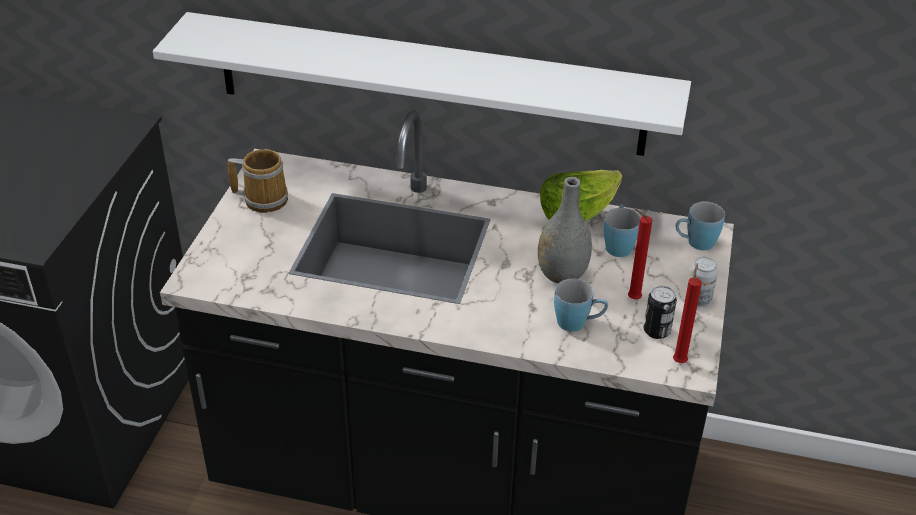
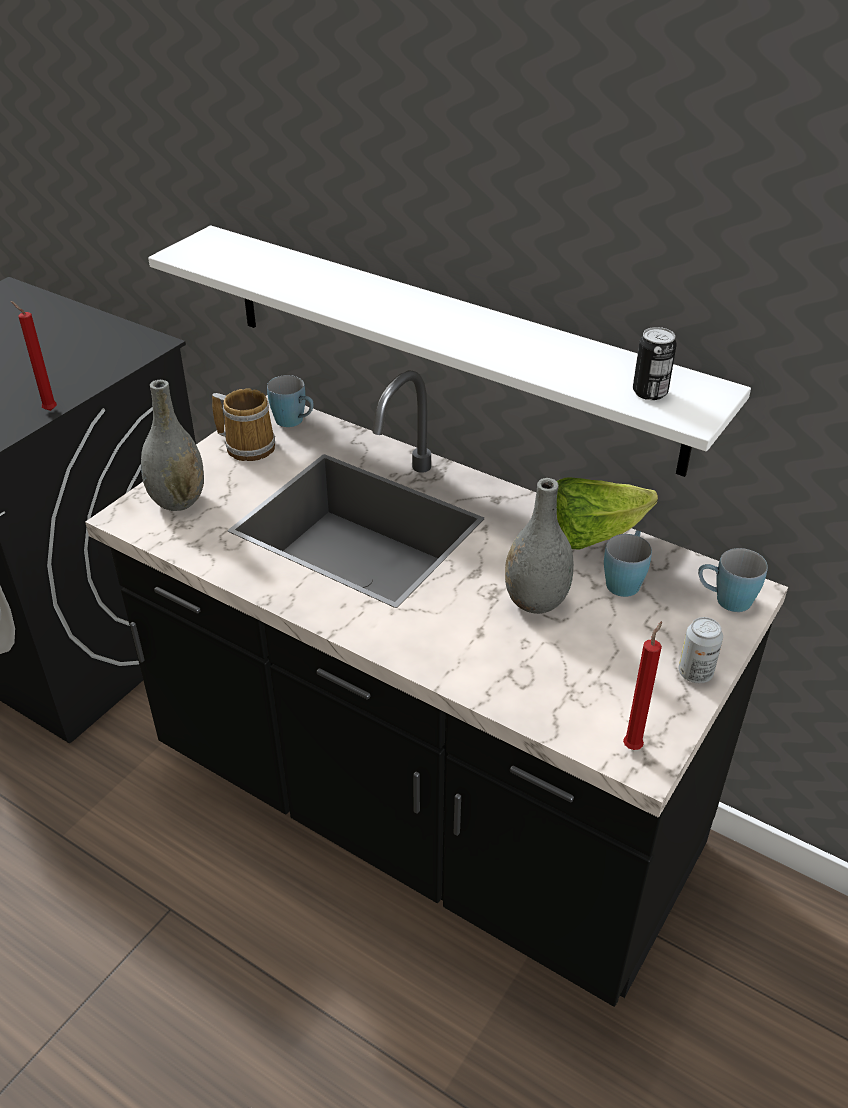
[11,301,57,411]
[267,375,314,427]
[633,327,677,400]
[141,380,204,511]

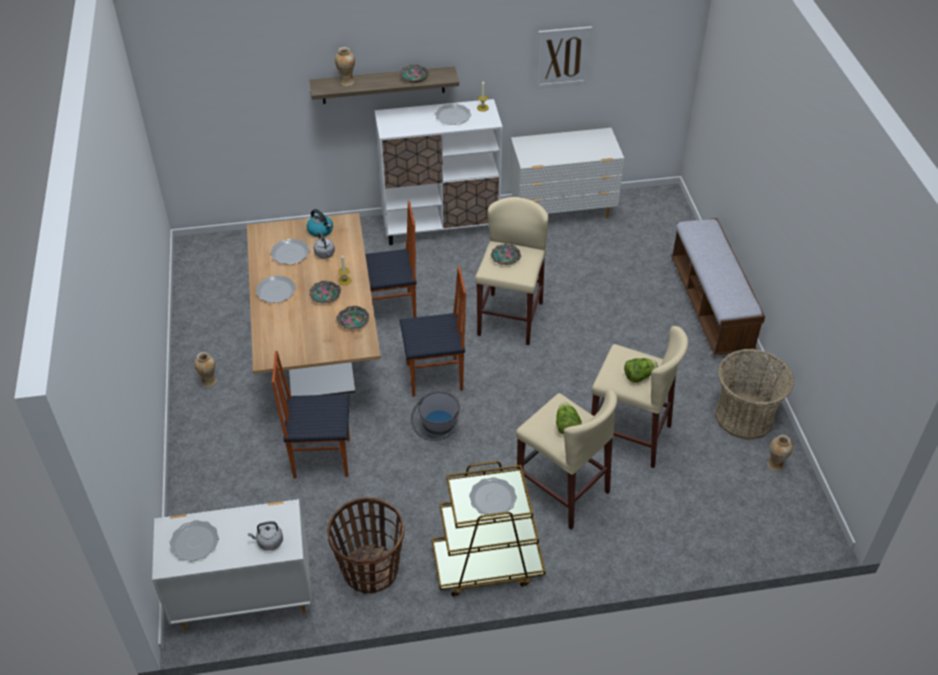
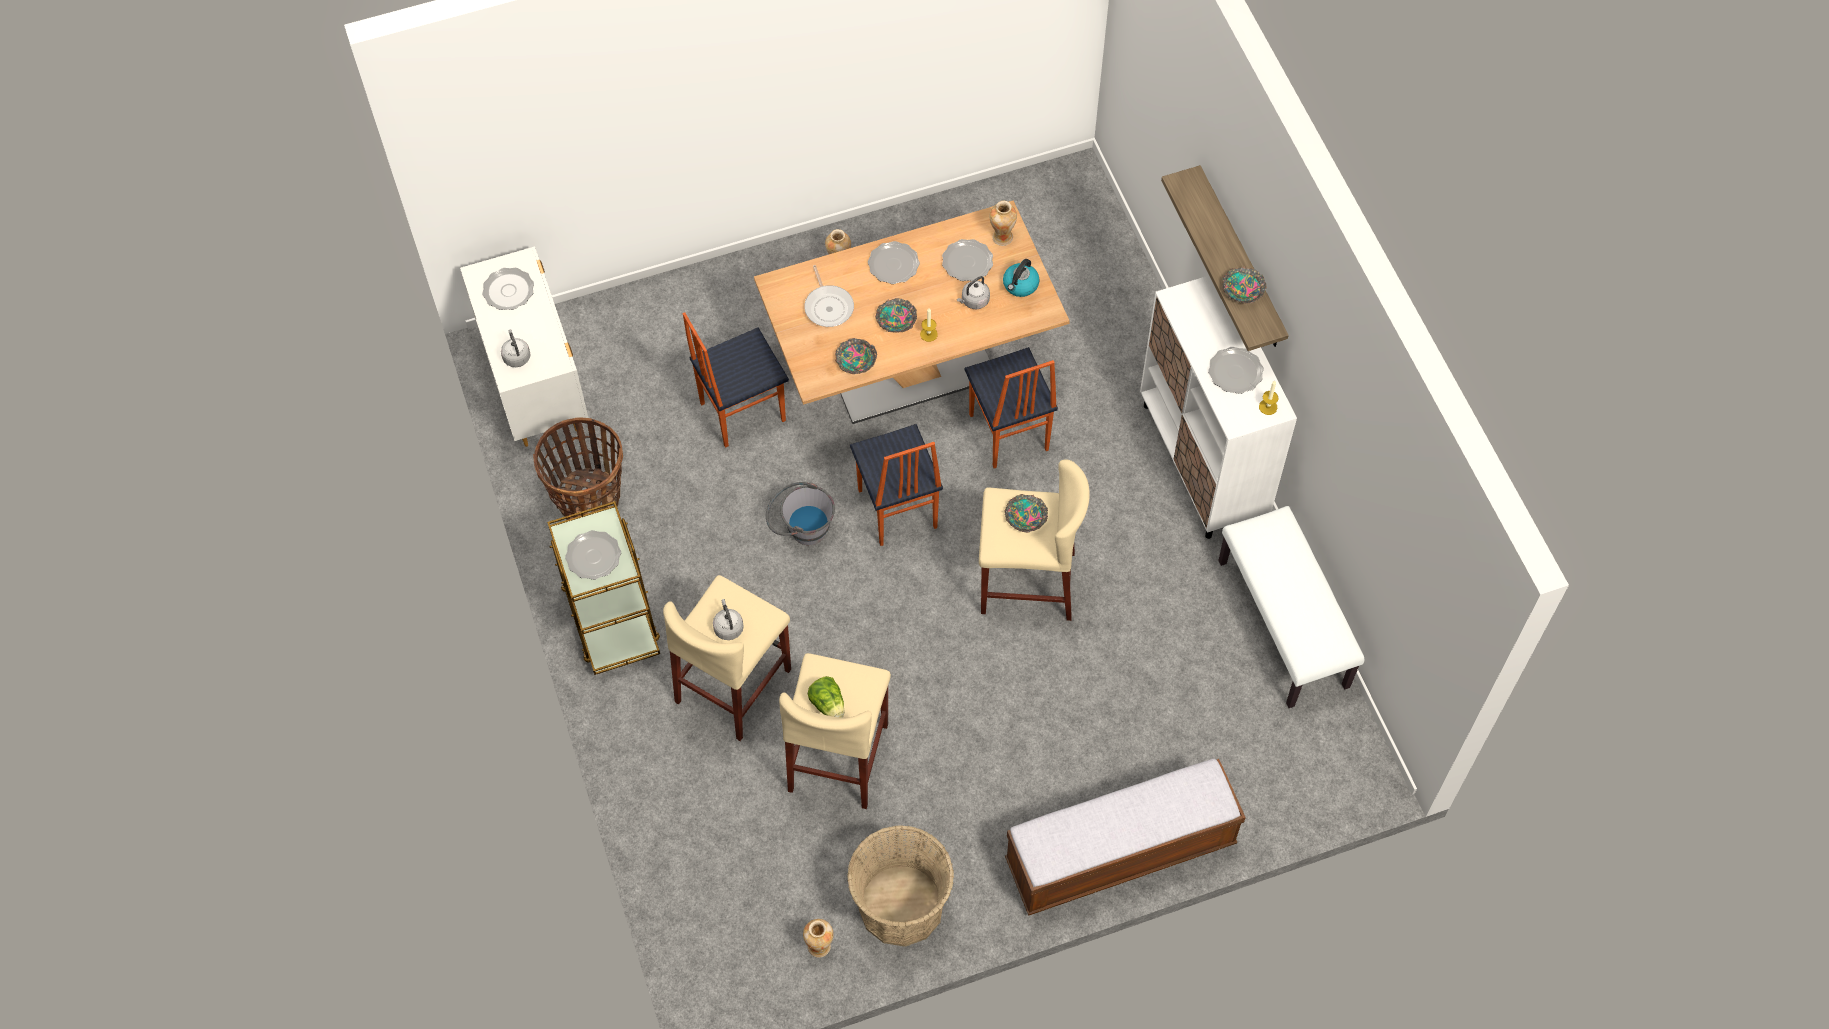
[536,26,592,89] (first image)
[990,201,1017,246]
[1218,506,1365,708]
[683,312,789,448]
[713,599,744,640]
[804,265,854,327]

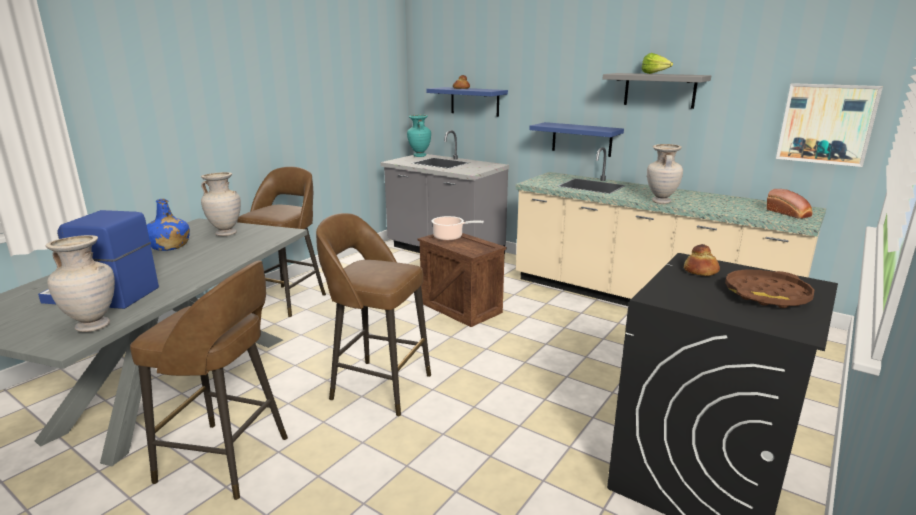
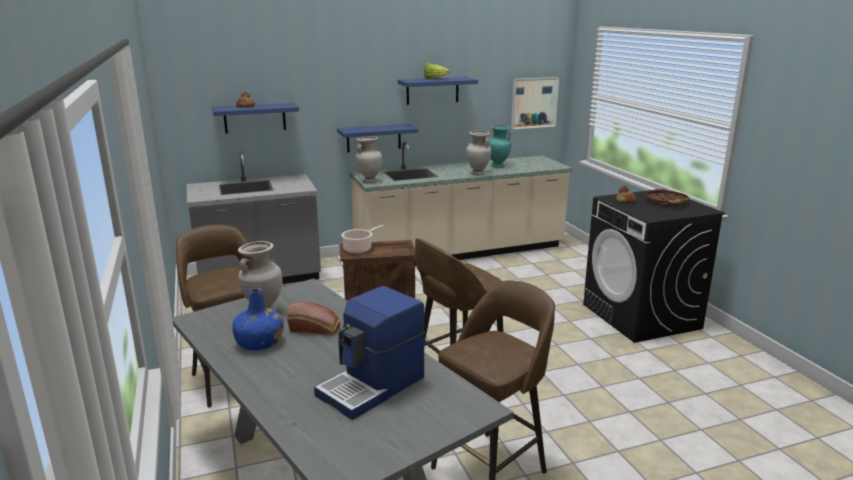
[398,77,478,105]
[489,125,511,168]
[287,302,340,335]
[356,136,382,183]

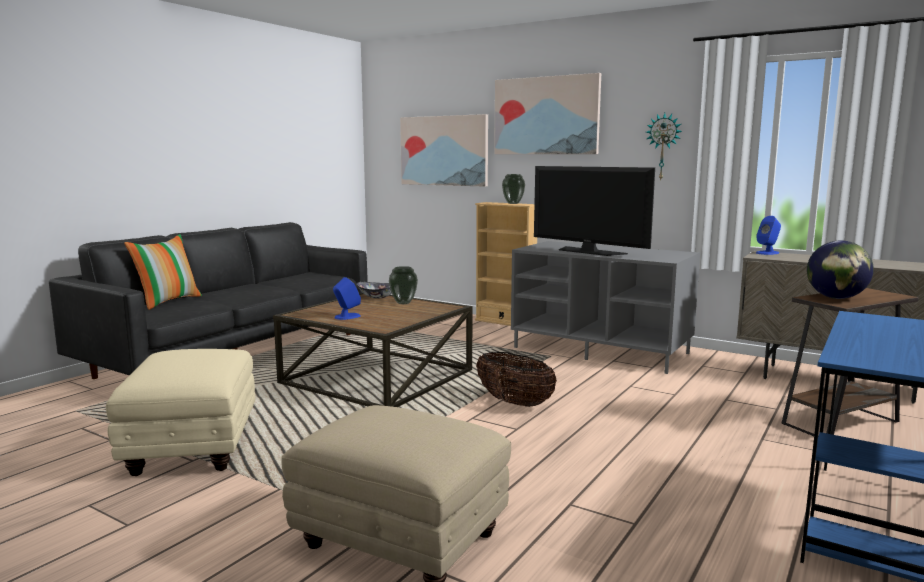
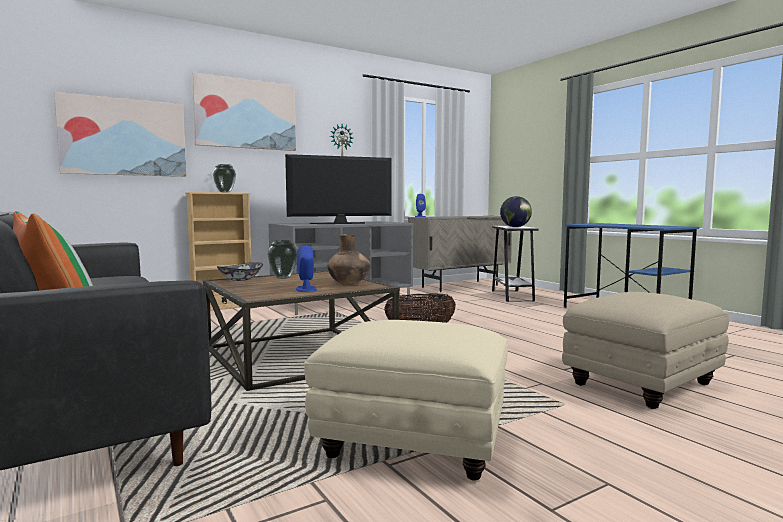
[492,226,539,302]
[327,234,370,284]

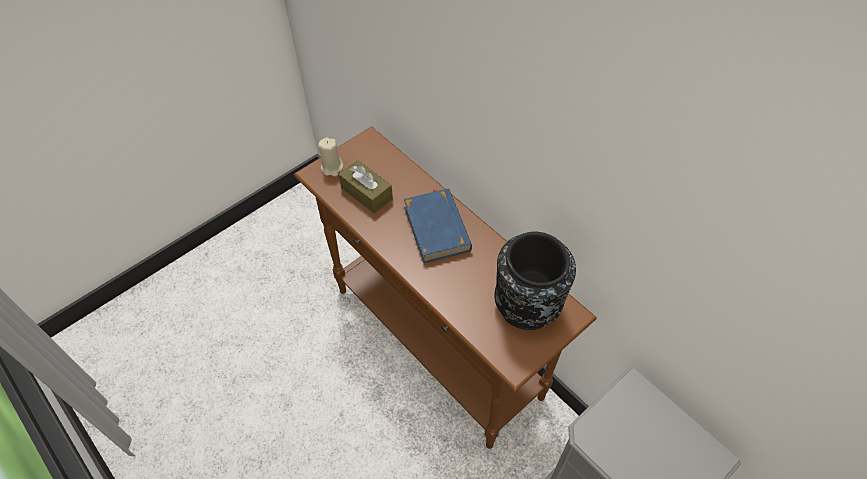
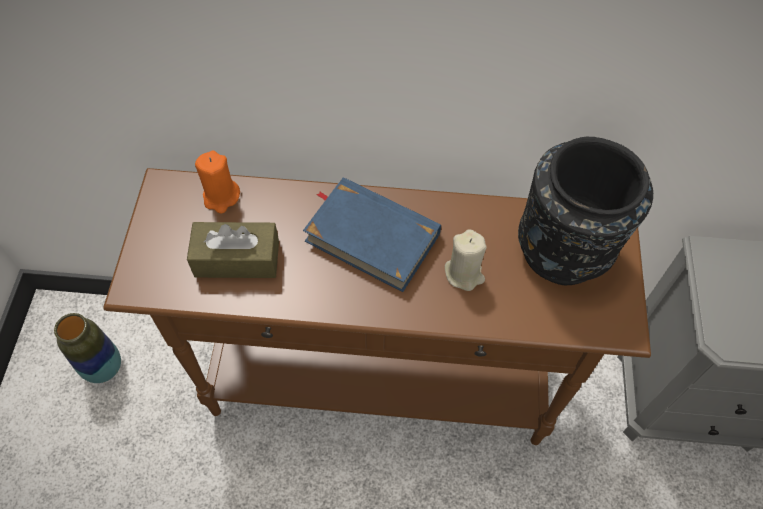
[445,229,487,291]
[195,150,240,214]
[54,313,121,383]

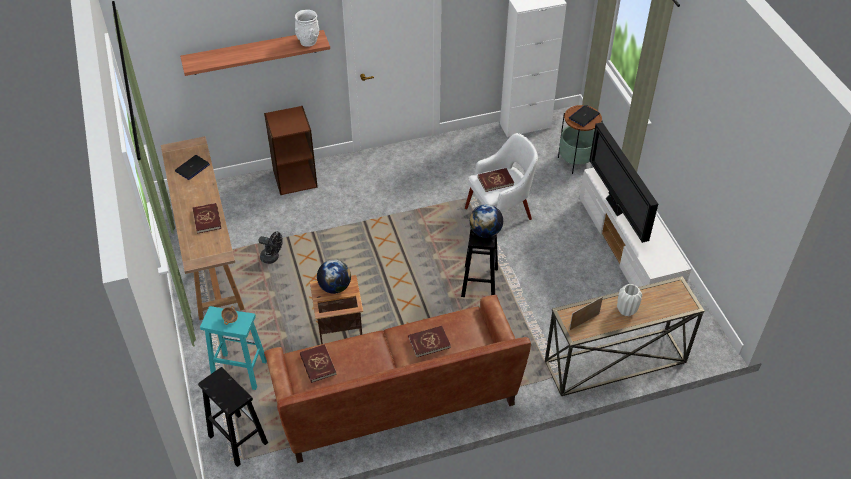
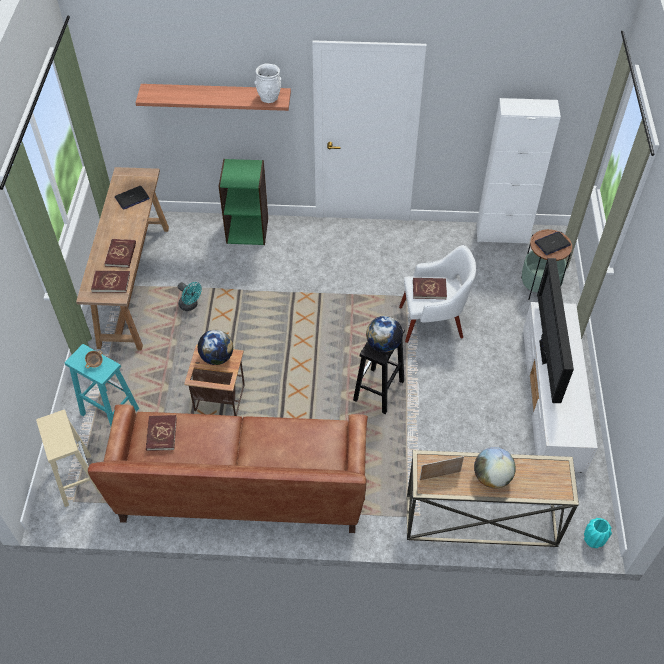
[219,159,268,245]
[177,282,202,311]
[474,447,516,488]
[91,271,130,293]
[36,410,100,507]
[584,518,612,548]

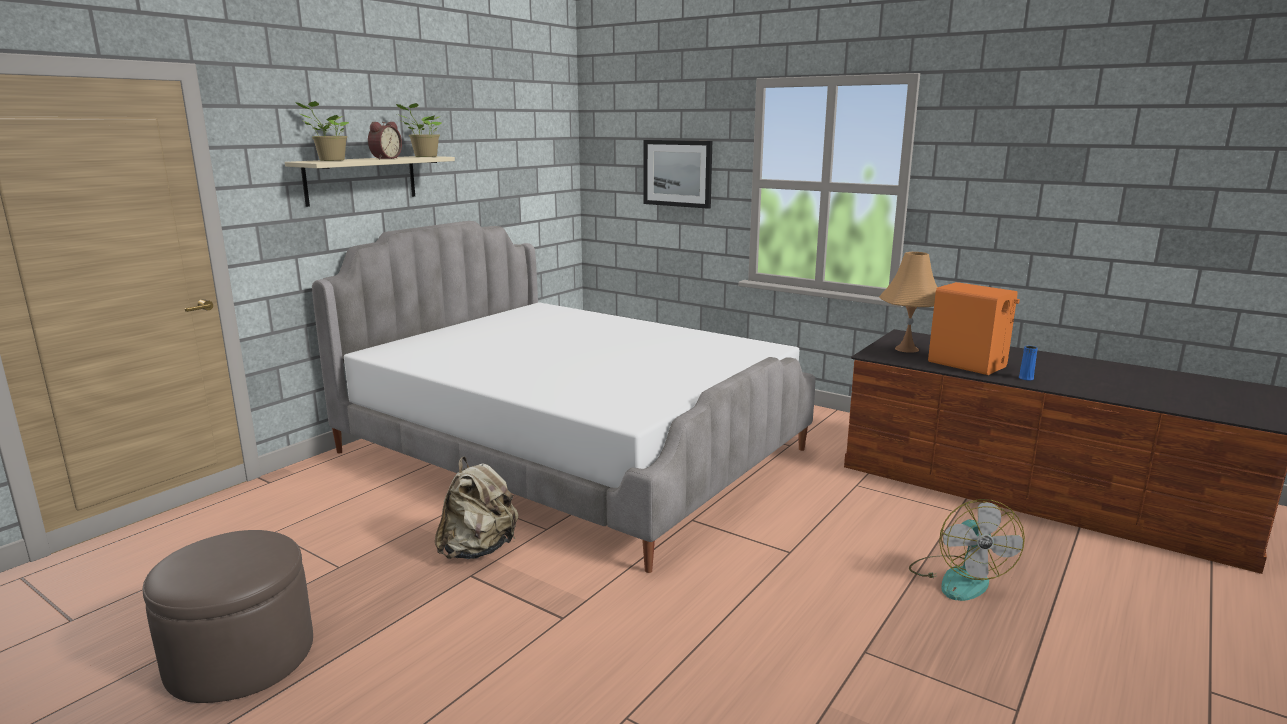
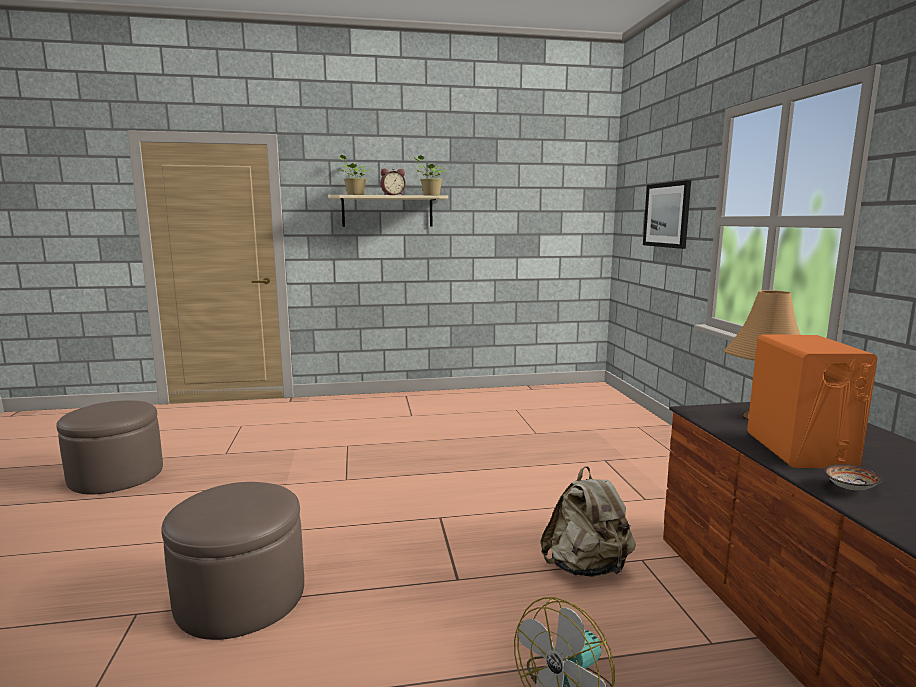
[312,221,815,573] (first image)
[824,464,883,490]
[540,466,635,577]
[161,482,304,640]

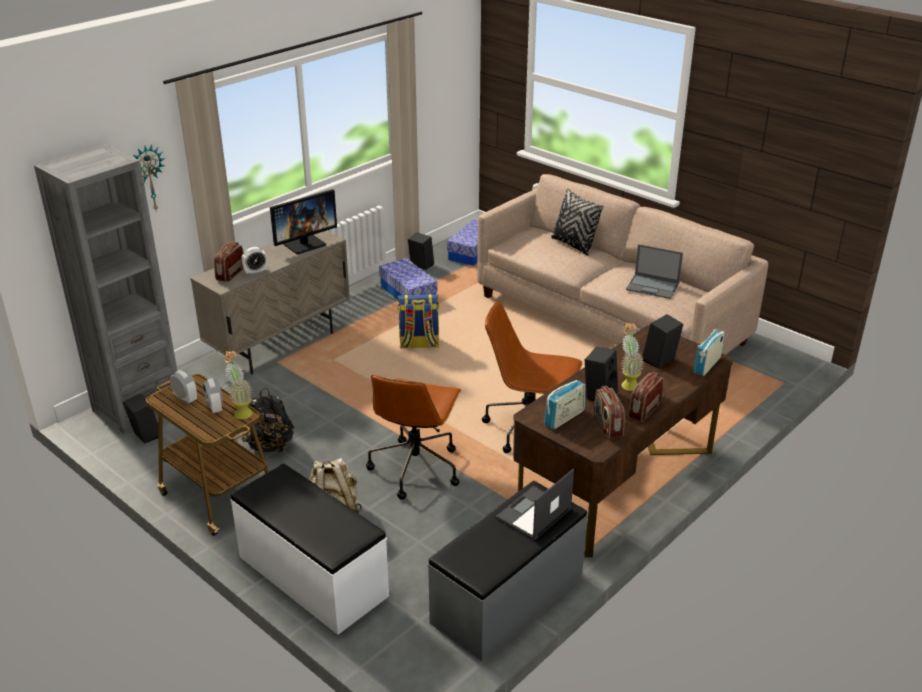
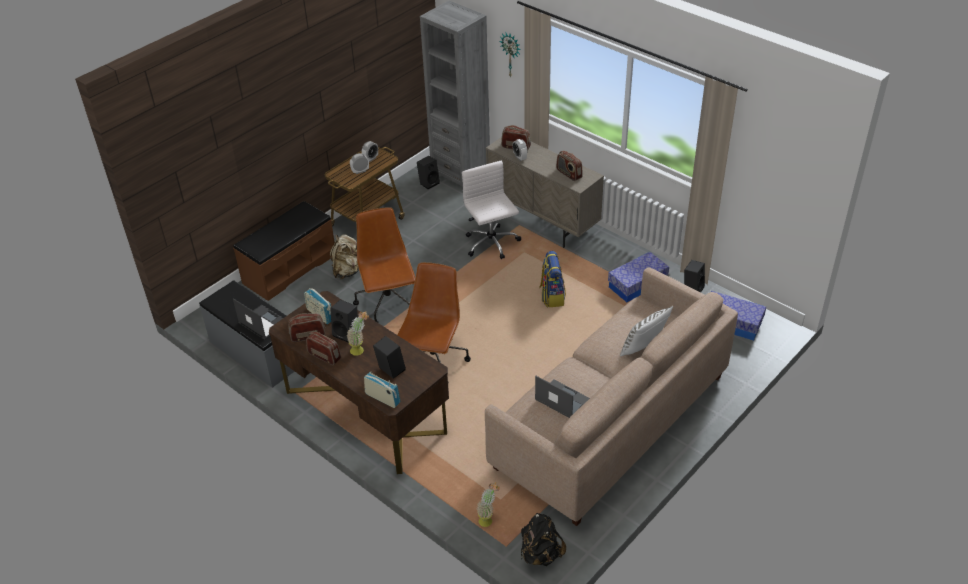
[620,306,673,356]
[556,151,583,181]
[535,376,590,418]
[477,482,500,527]
[353,207,416,323]
[521,513,566,566]
[233,201,335,301]
[462,161,521,259]

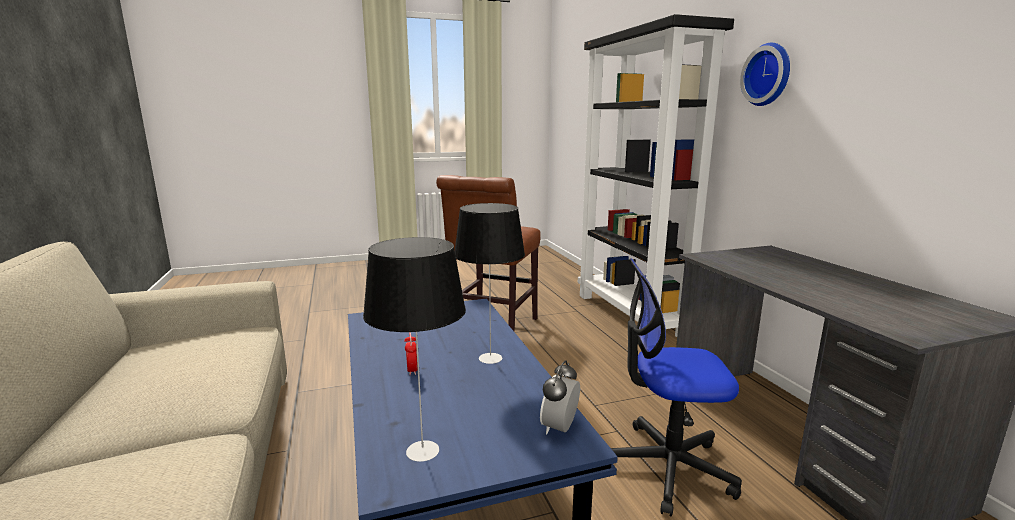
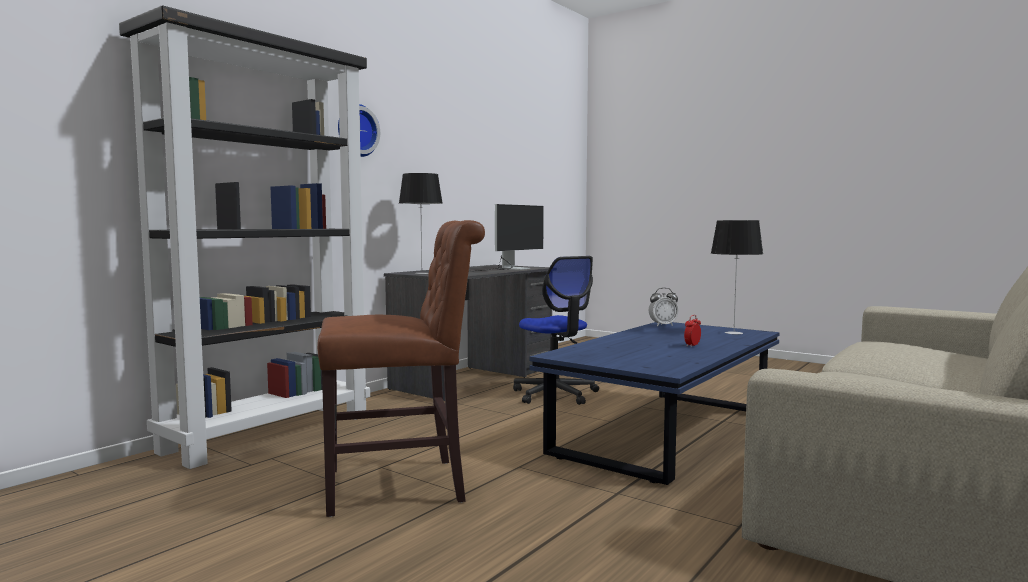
[399,173,443,274]
[469,204,544,272]

